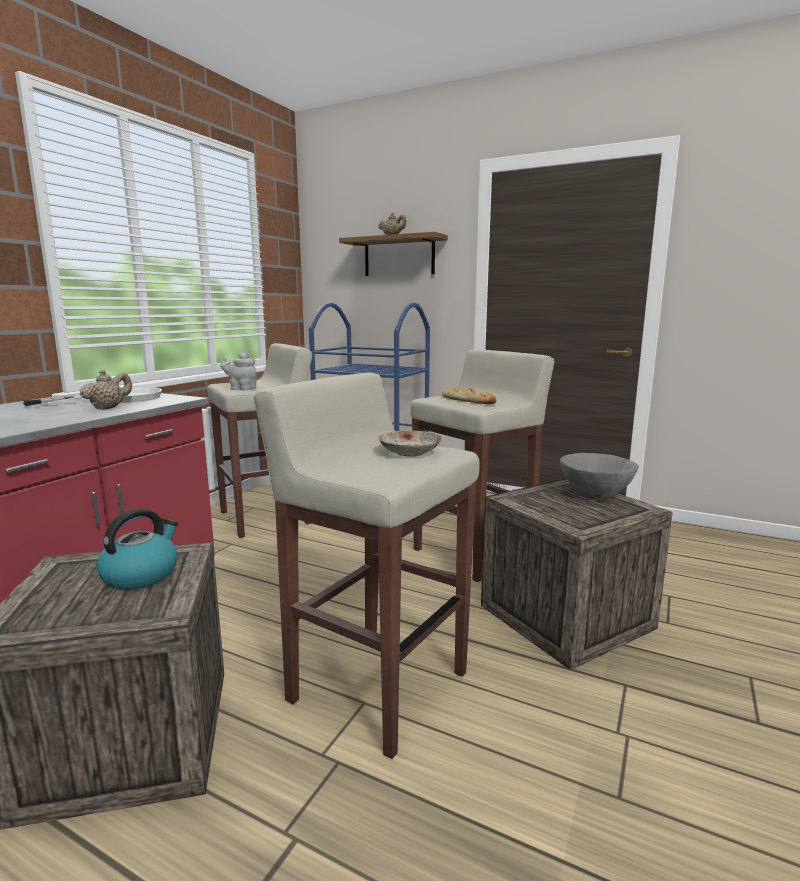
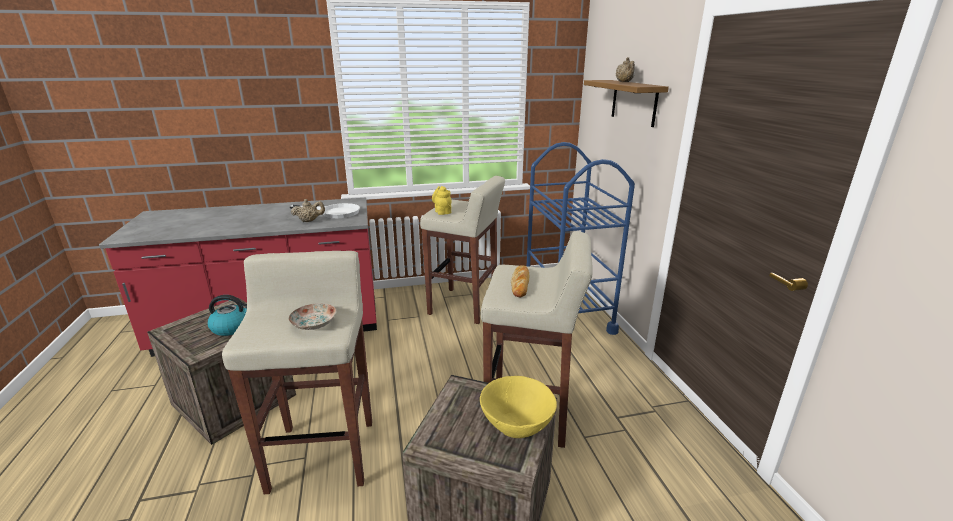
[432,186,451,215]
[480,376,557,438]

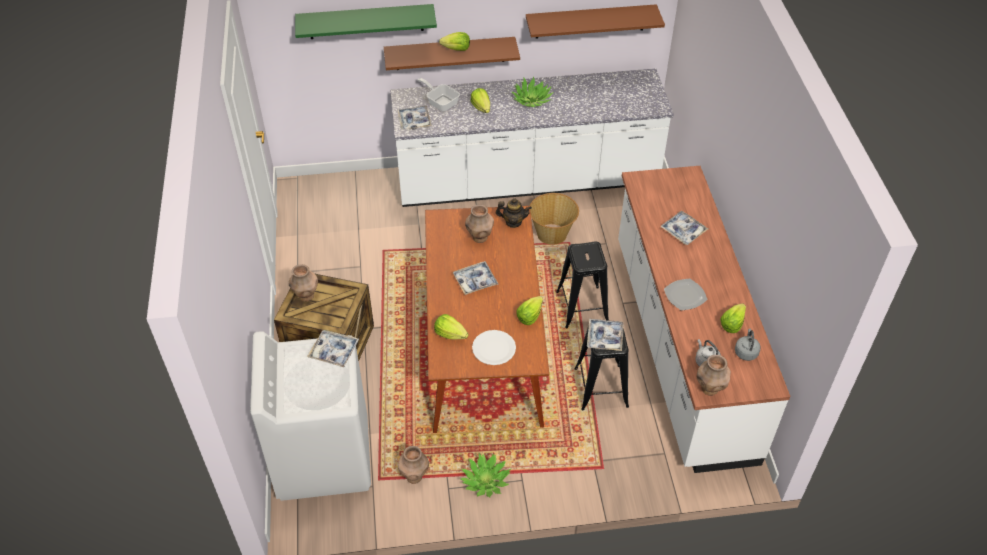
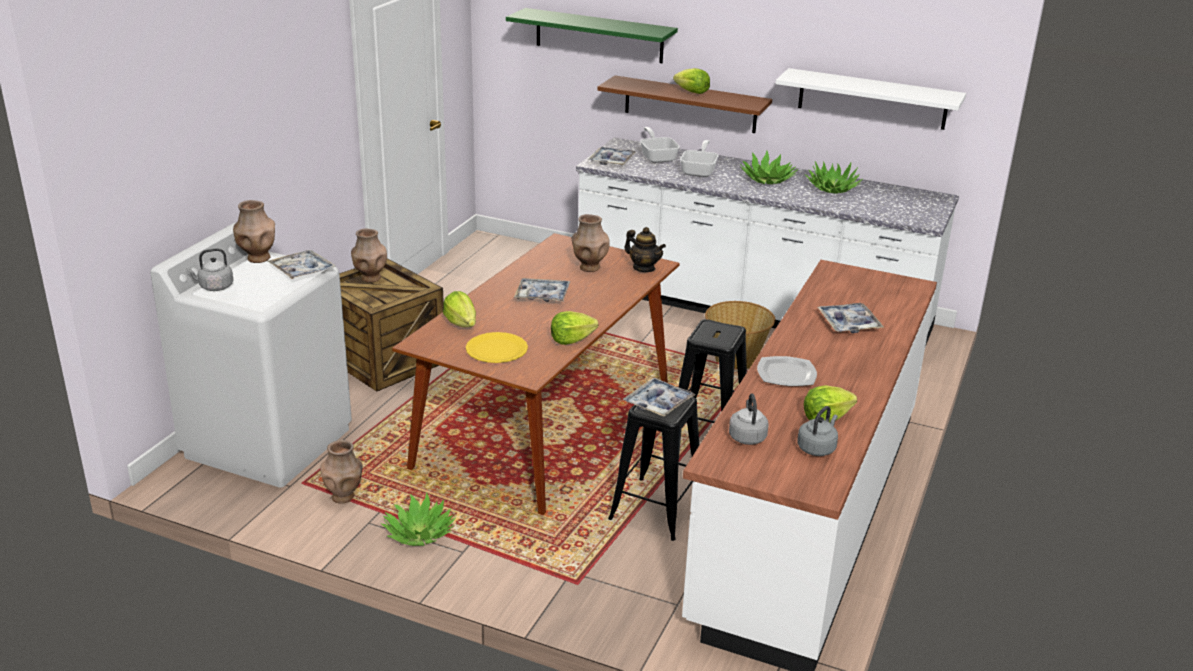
[776,68,966,130]
[680,140,719,177]
[466,332,528,363]
[233,200,275,263]
[805,161,863,194]
[187,248,233,291]

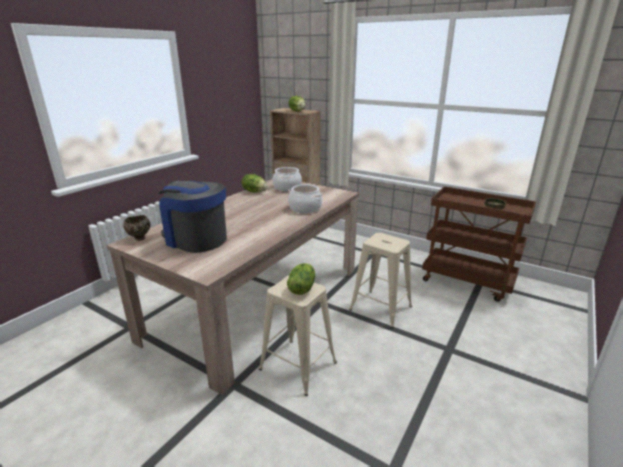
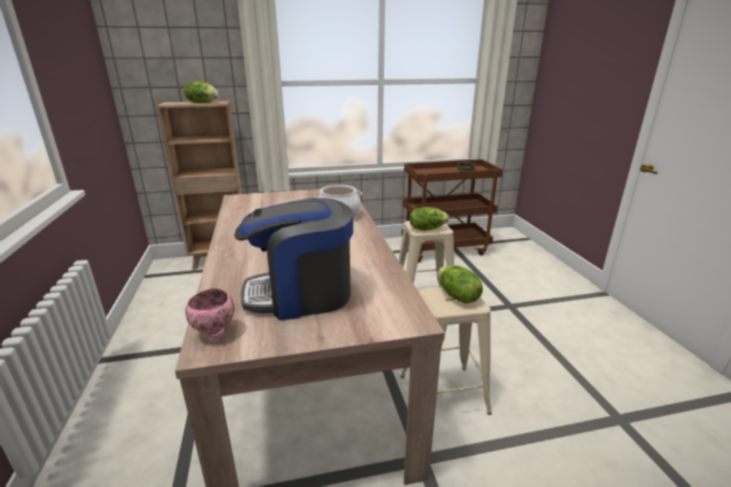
[272,167,302,191] (first image)
[410,207,449,231]
[185,289,235,338]

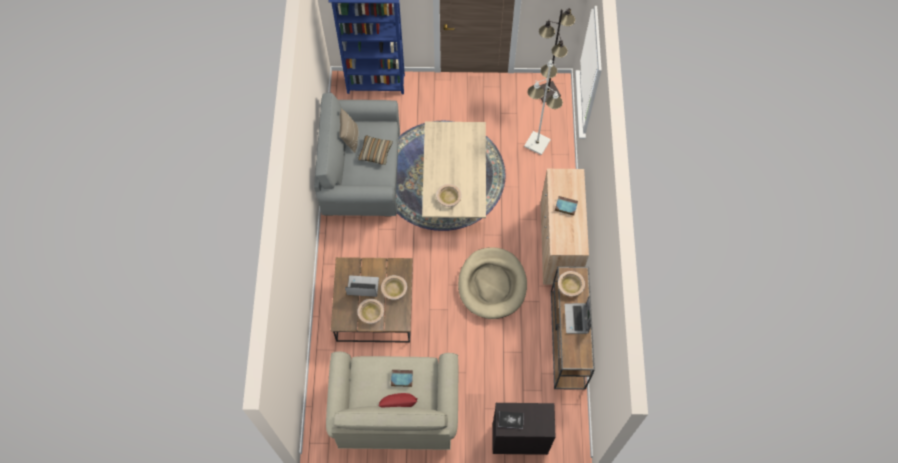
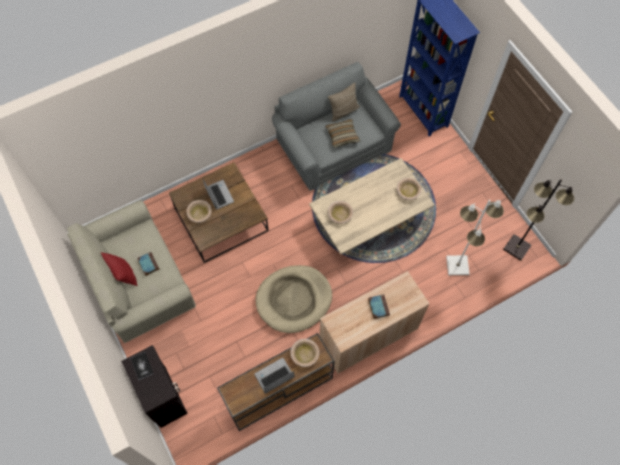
[397,178,422,200]

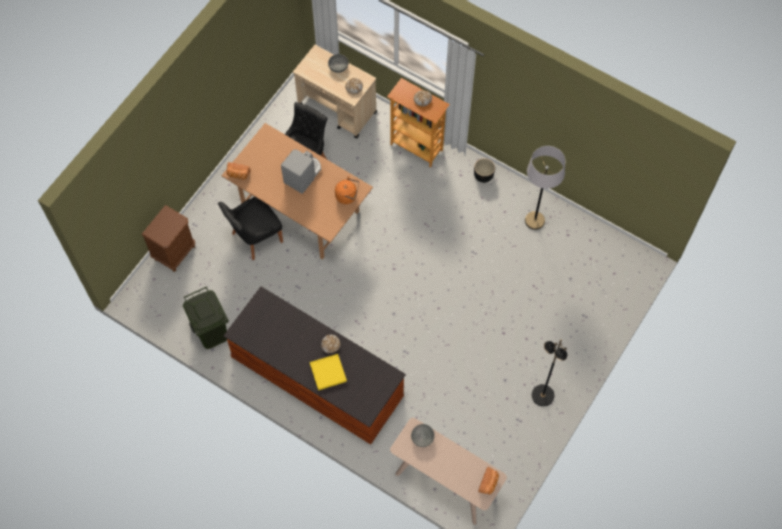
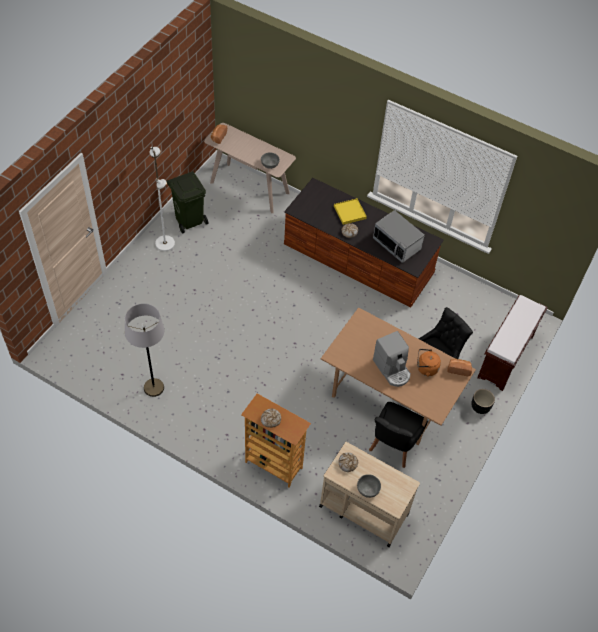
[373,331,411,387]
[471,389,495,414]
[417,349,441,377]
[477,295,548,391]
[167,171,208,234]
[150,146,175,251]
[373,210,425,263]

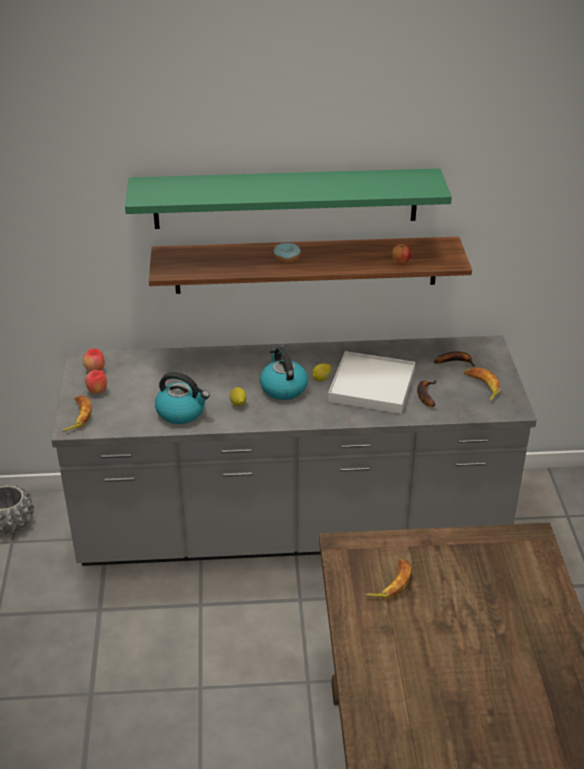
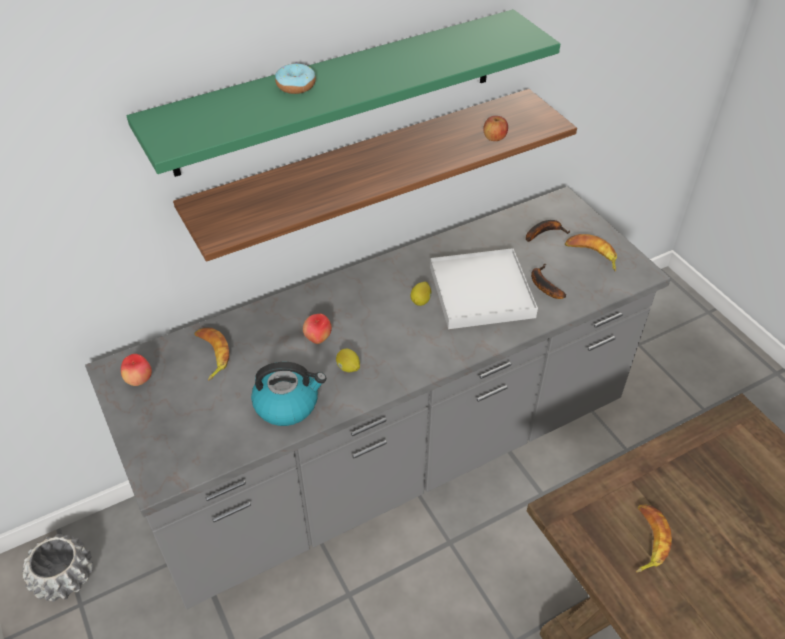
[275,63,316,94]
[260,347,308,400] (first image)
[303,314,332,344]
[194,327,229,381]

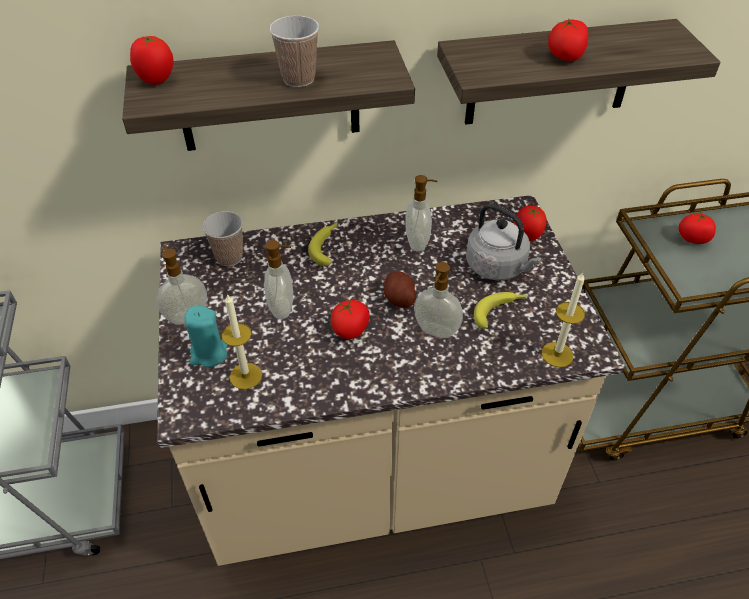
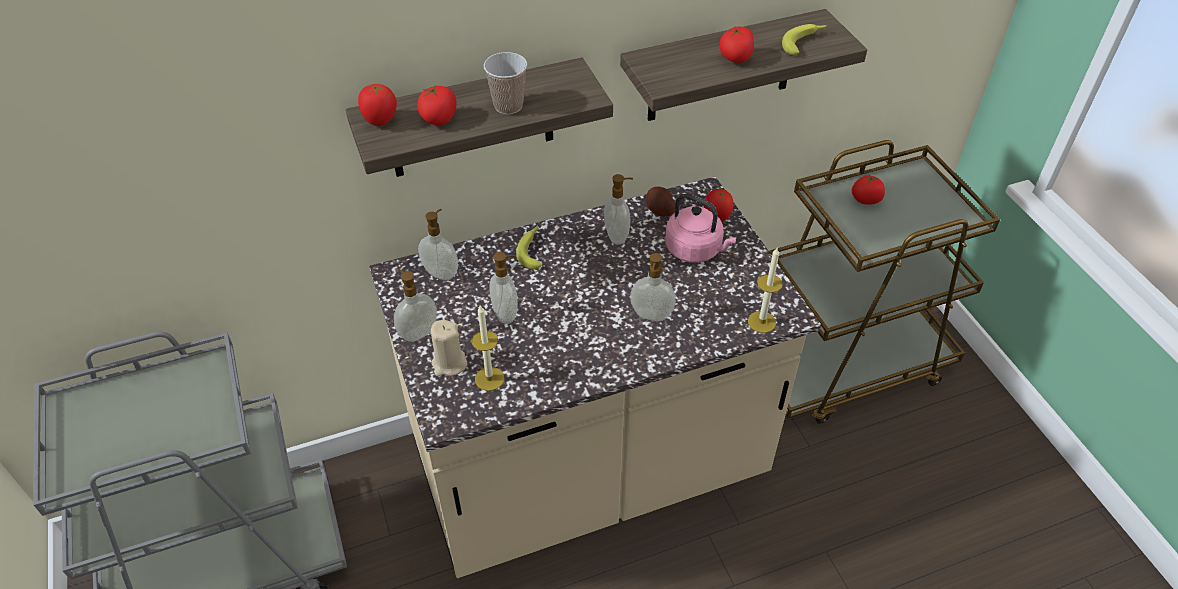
[665,194,737,263]
[418,209,458,280]
[646,187,675,217]
[782,24,827,55]
[417,86,457,125]
[431,320,467,376]

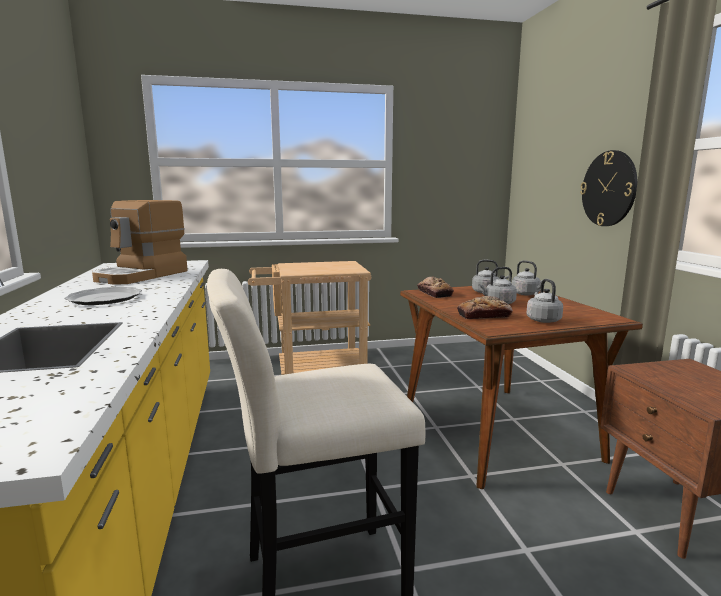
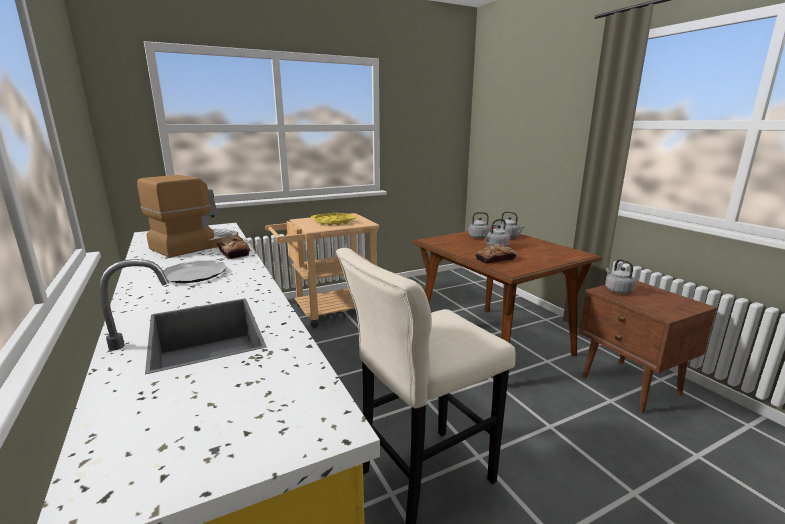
[580,150,638,226] (first image)
[137,175,239,258]
[217,235,250,259]
[605,259,636,294]
[311,213,356,226]

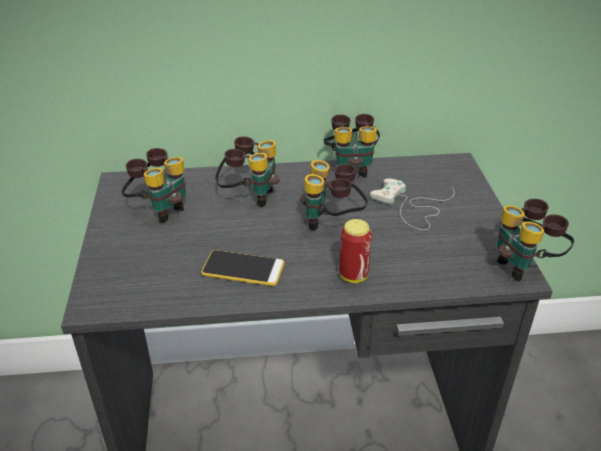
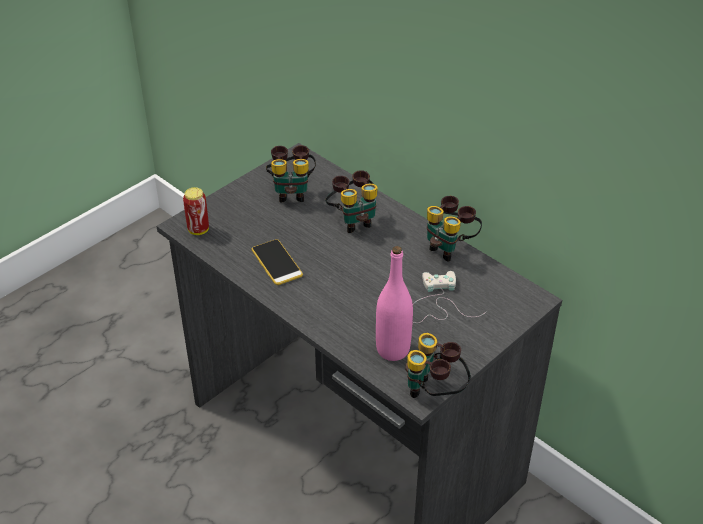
[300,160,368,231] (first image)
[183,187,209,235]
[376,246,413,361]

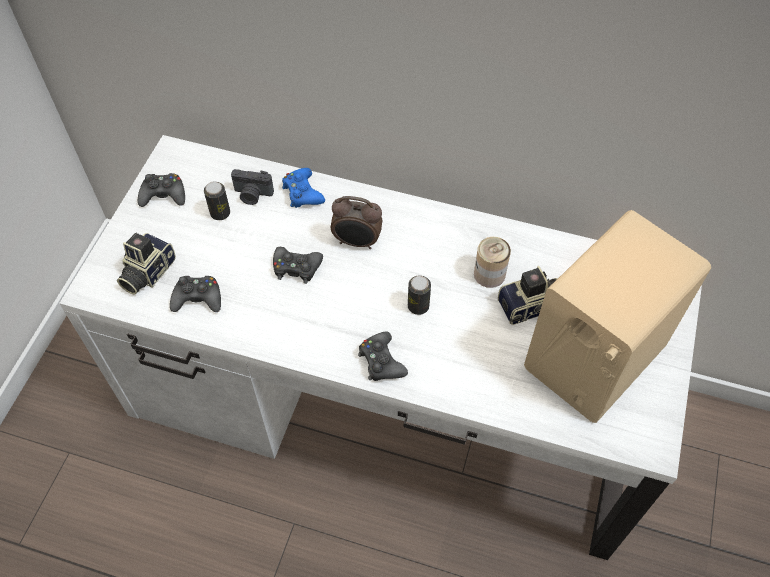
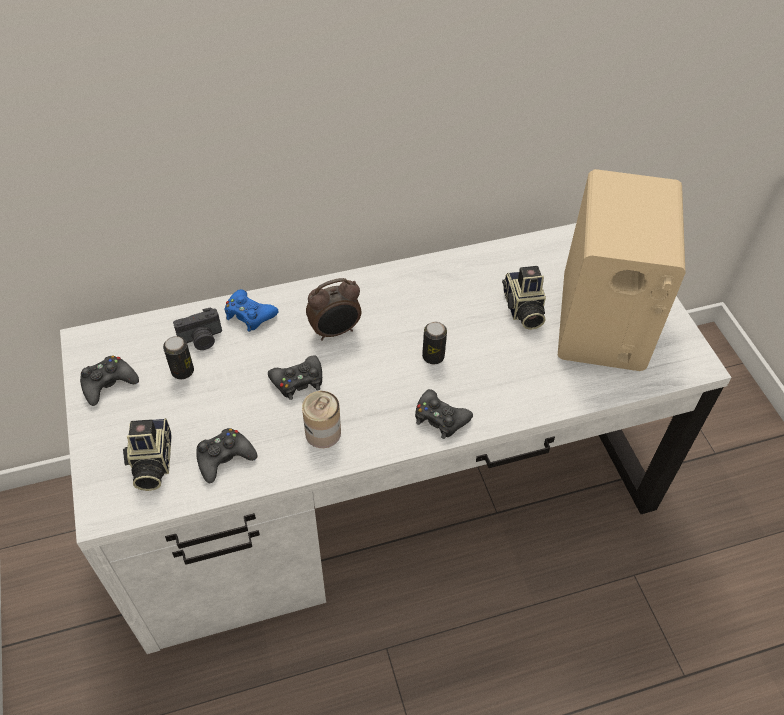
[302,391,341,448]
[502,266,546,330]

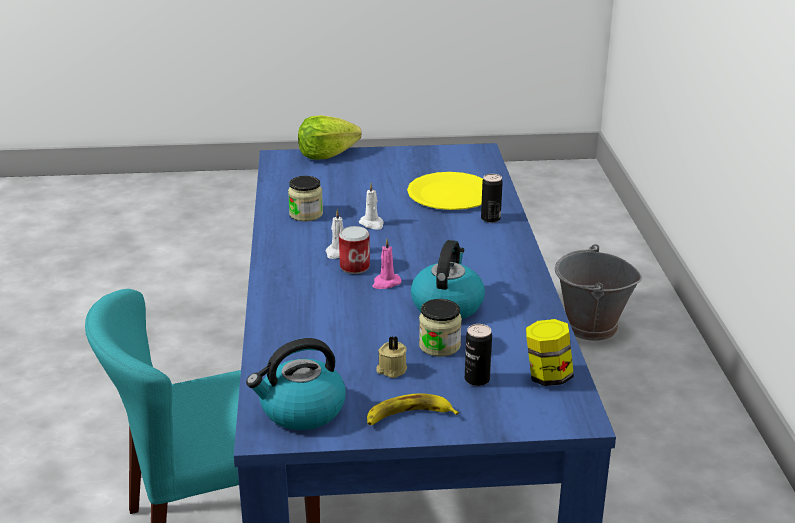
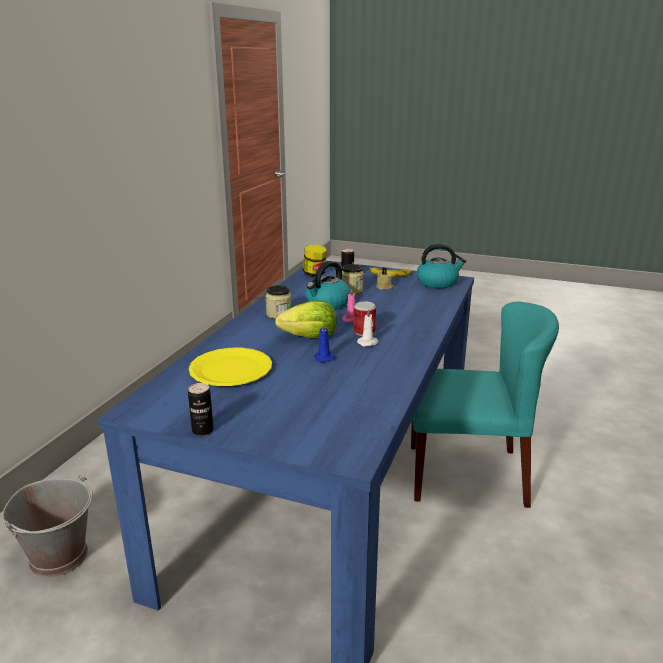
[275,301,337,338]
[188,383,214,436]
[265,285,291,319]
[314,323,335,362]

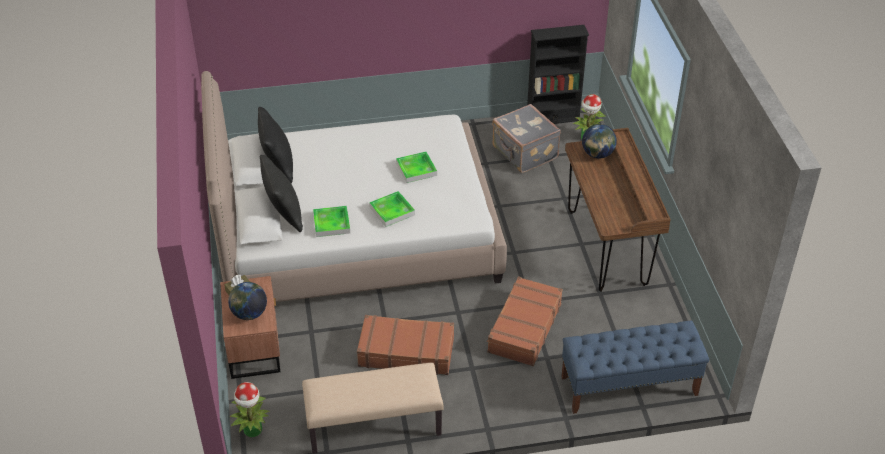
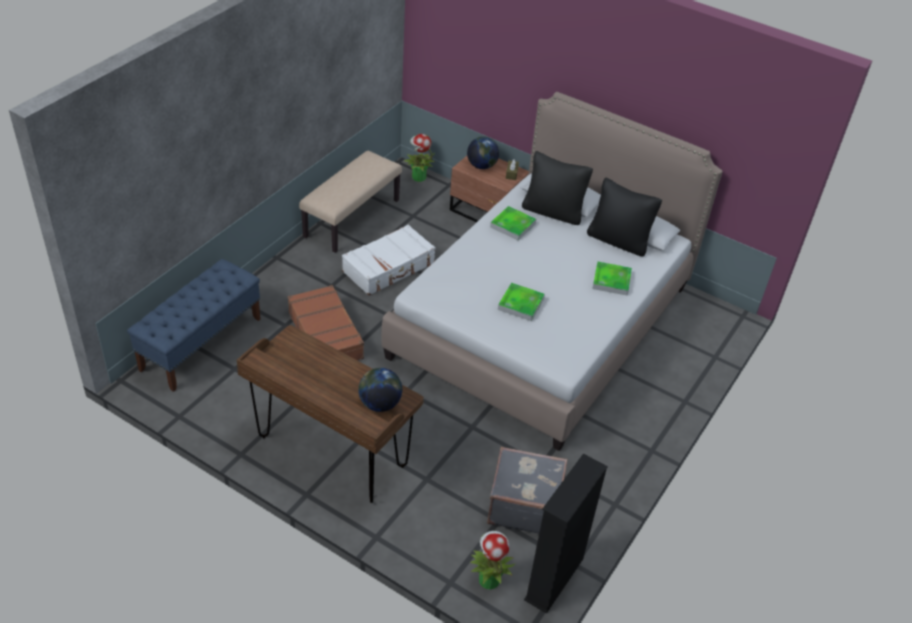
[593,262,632,296]
[342,224,436,296]

